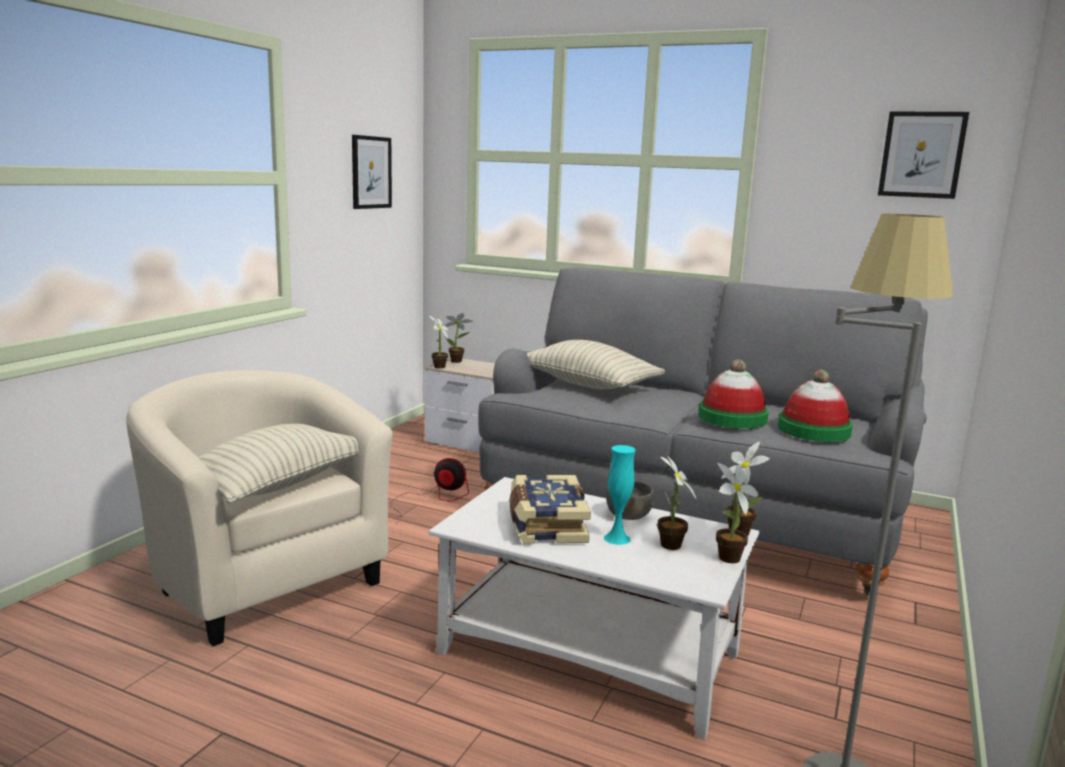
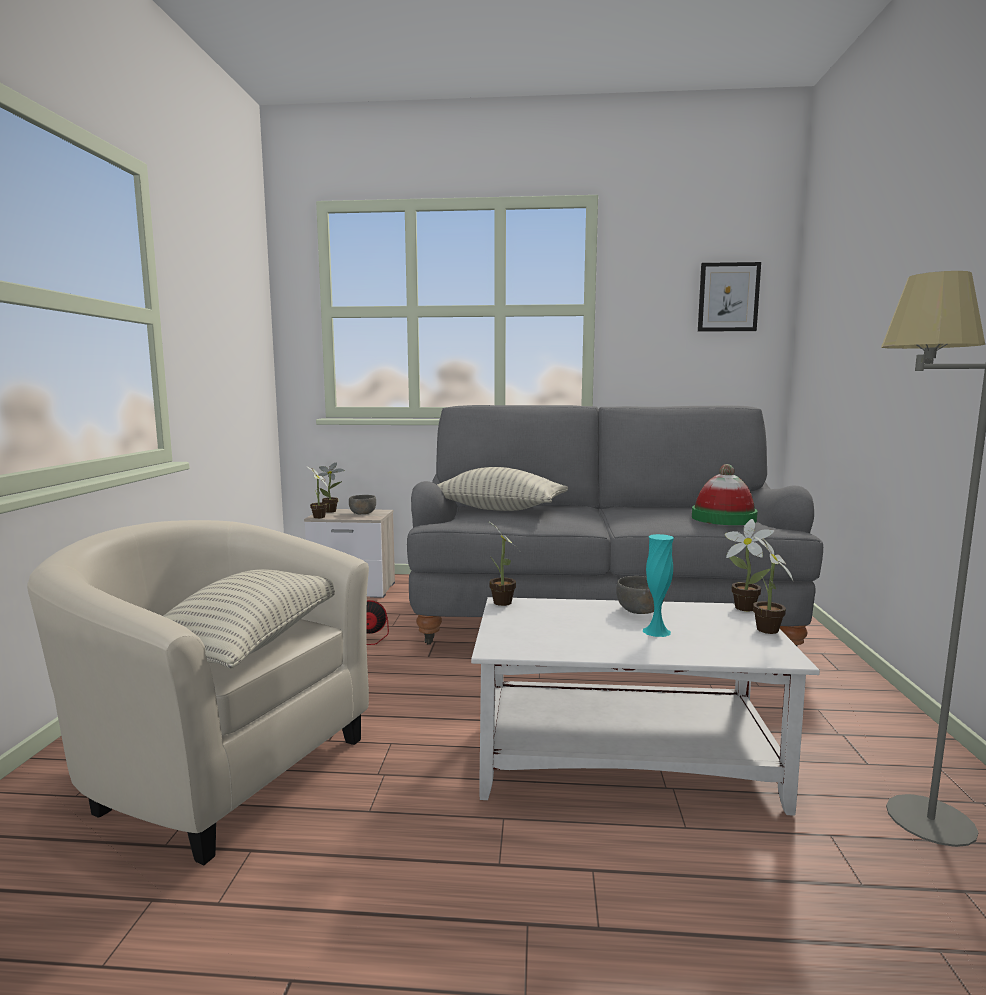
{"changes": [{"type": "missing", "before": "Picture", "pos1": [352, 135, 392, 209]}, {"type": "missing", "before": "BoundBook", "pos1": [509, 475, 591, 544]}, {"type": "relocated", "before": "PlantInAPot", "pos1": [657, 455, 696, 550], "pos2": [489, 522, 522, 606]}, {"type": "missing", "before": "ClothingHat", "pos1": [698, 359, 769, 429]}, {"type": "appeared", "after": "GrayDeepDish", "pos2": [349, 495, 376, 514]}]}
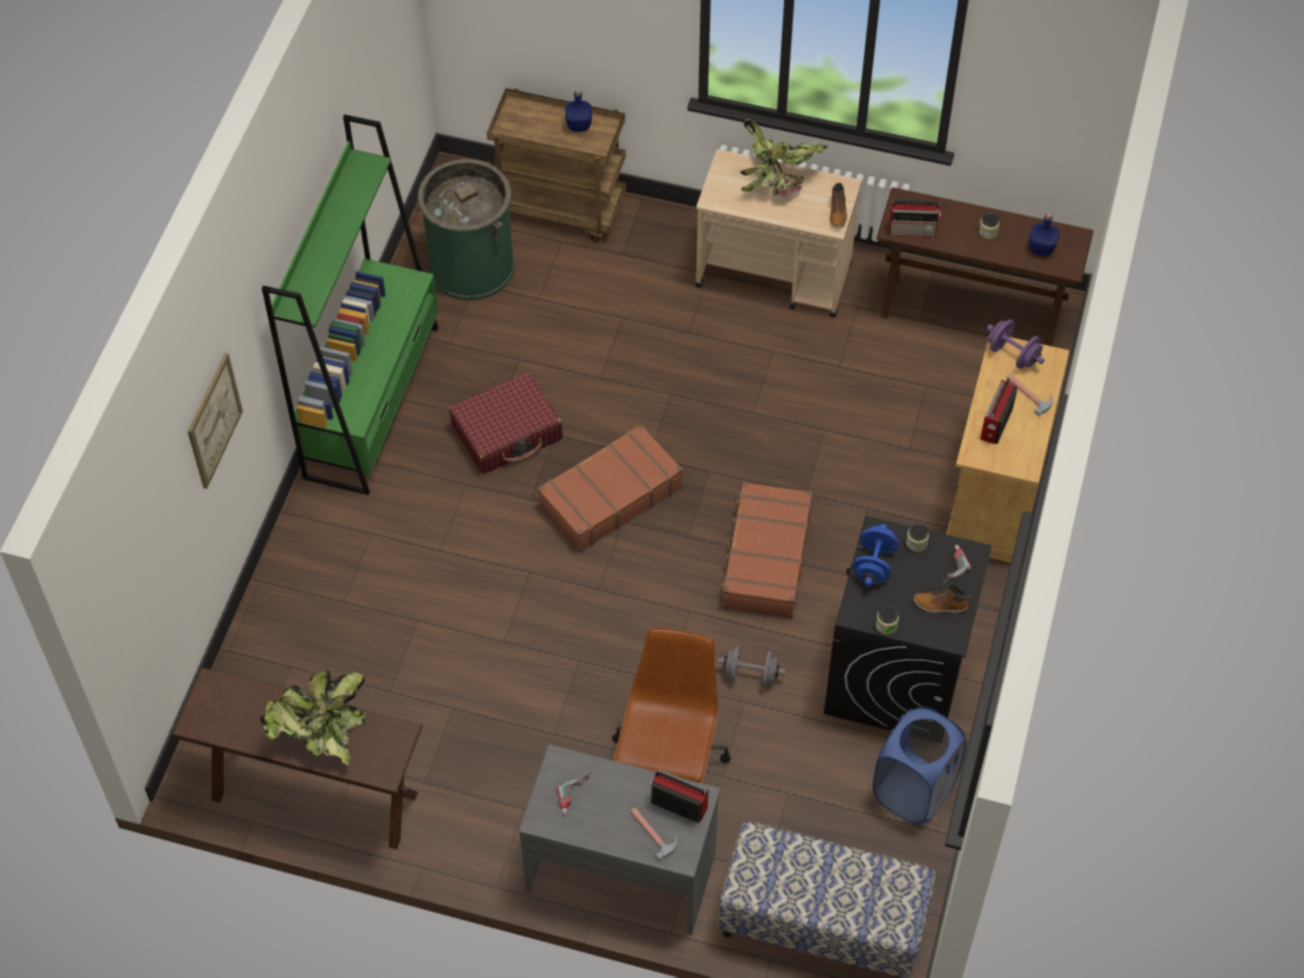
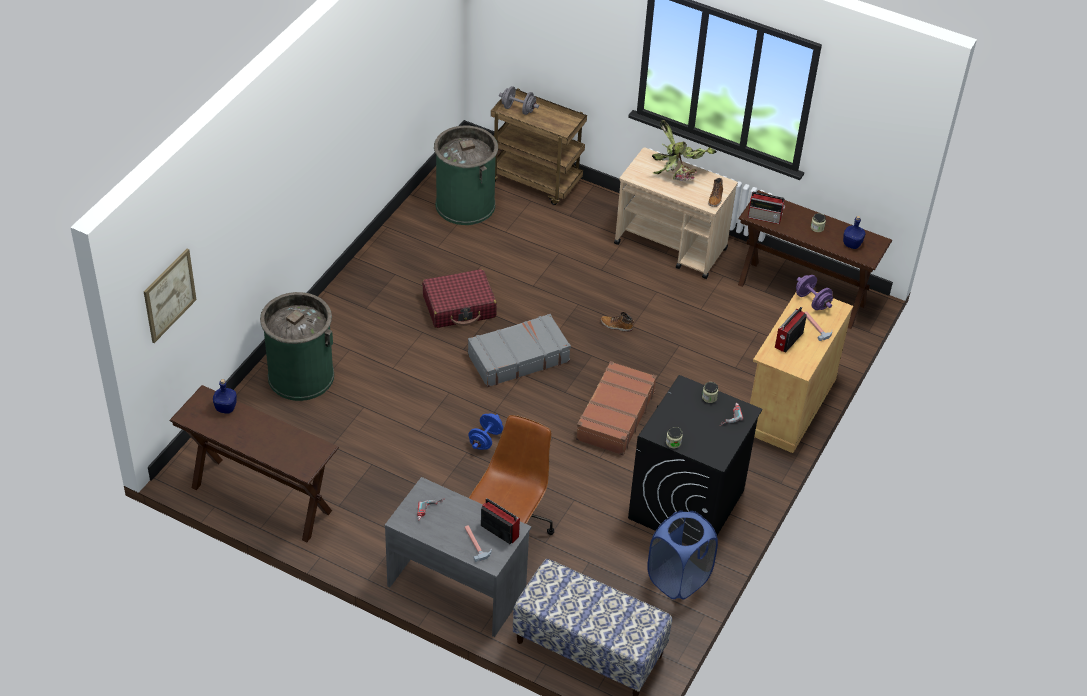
{"changes": [{"type": "relocated", "before": "Picture", "pos1": [187, 353, 243, 489], "pos2": [144, 248, 197, 343]}, {"type": "missing", "before": "PlantInAPot", "pos1": [260, 670, 367, 765]}, {"type": "missing", "before": "GreenColouredBookcase", "pos1": [262, 115, 438, 495]}, {"type": "colour", "before": "BrownishSuitcase", "after": "GraySuitcase", "pos1": [538, 424, 683, 552], "pos2": [468, 314, 571, 387]}, {"type": "relocated", "before": "BlueBeverageBottle", "pos1": [565, 89, 592, 132], "pos2": [213, 379, 237, 414]}, {"type": "relocated", "before": "GrayDumbbell", "pos1": [718, 645, 786, 688], "pos2": [499, 86, 539, 115]}, {"type": "relocated", "before": "BlueDumbbell", "pos1": [852, 524, 899, 586], "pos2": [469, 413, 503, 450]}, {"type": "relocated", "before": "TallBoot", "pos1": [914, 585, 971, 613], "pos2": [601, 312, 634, 332]}, {"type": "appeared", "after": "GreenColouredWasteBin", "pos2": [260, 292, 334, 401]}]}
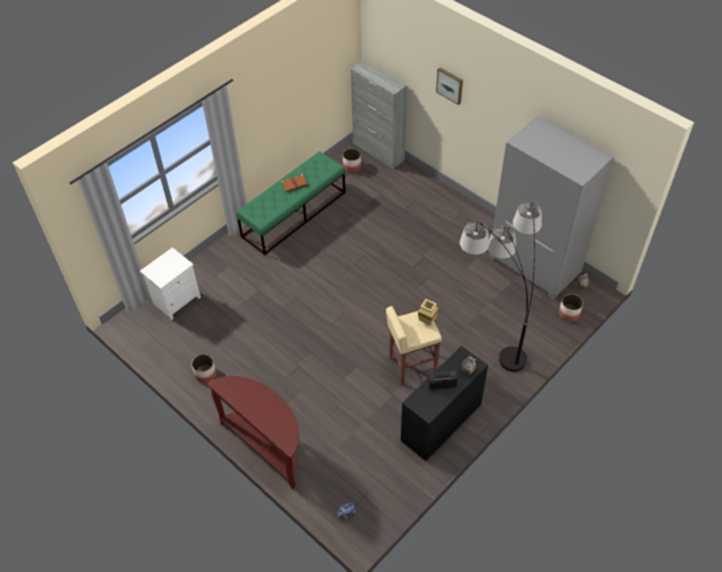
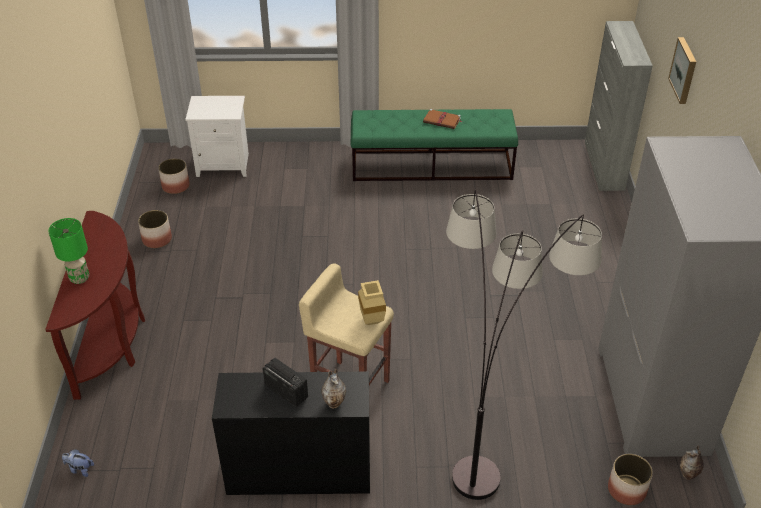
{"changes": [{"type": "relocated", "before": "Planter", "pos1": [343, 148, 361, 172], "pos2": [158, 158, 190, 194]}, {"type": "appeared", "after": "GreenColouredTabletopLamp", "pos2": [48, 218, 89, 284]}]}
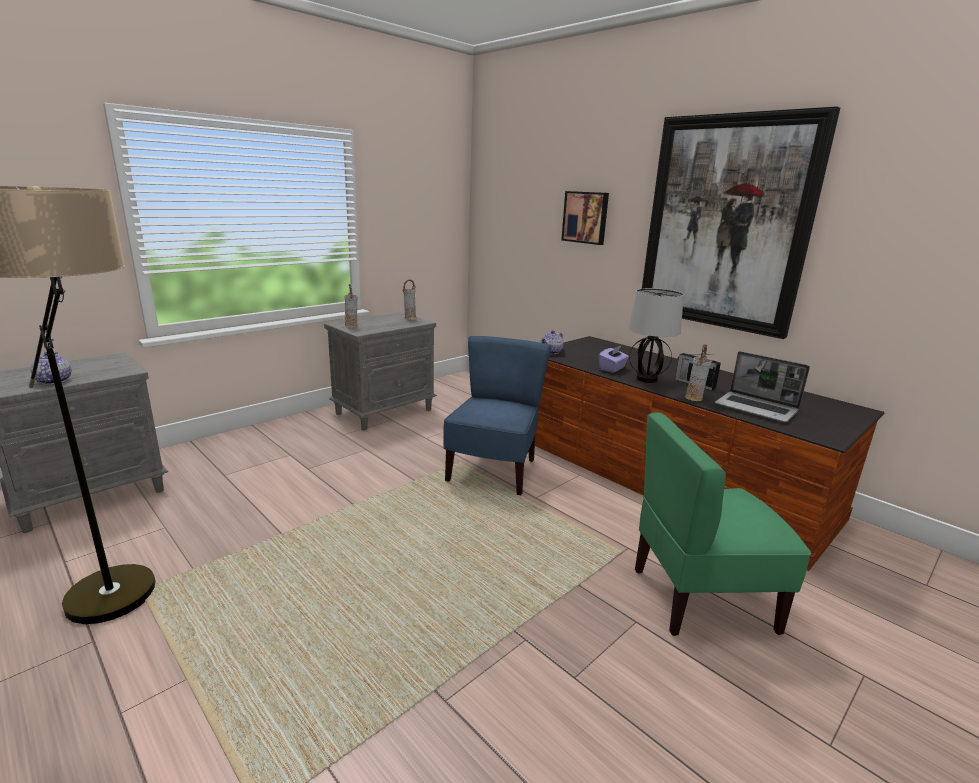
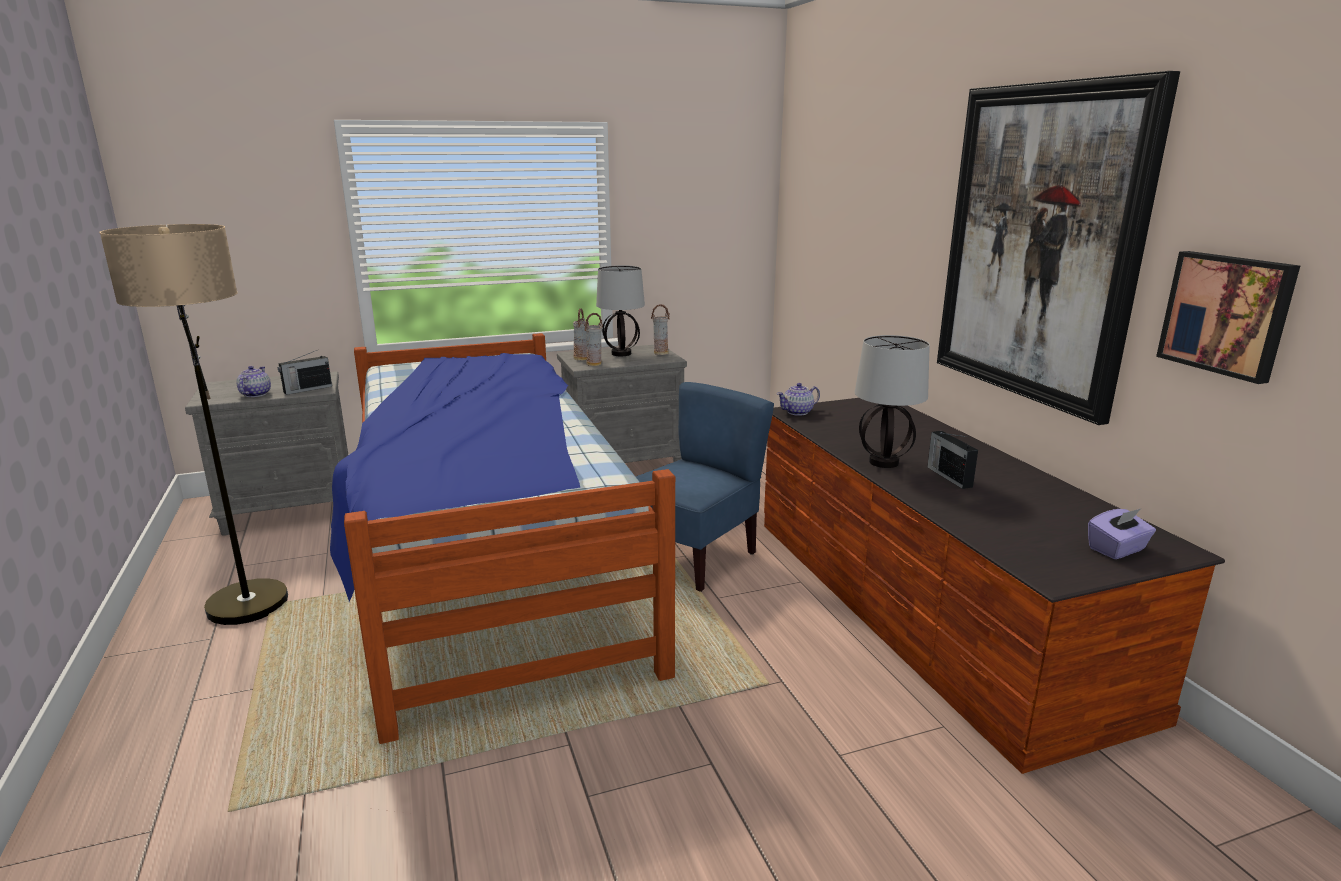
{"changes": [{"type": "relocated", "before": "Picture", "pos1": [561, 191, 609, 245], "pos2": [1156, 251, 1300, 384]}, {"type": "relocated", "before": "PurpleBoxOfTissues", "pos1": [599, 346, 629, 373], "pos2": [1088, 509, 1156, 559]}, {"type": "missing", "before": "GreenColouredUprightChair", "pos1": [635, 412, 811, 636]}, {"type": "relocated", "before": "FlowerVase", "pos1": [685, 344, 712, 401], "pos2": [584, 313, 603, 366]}, {"type": "missing", "before": "NotebookComputer", "pos1": [715, 351, 810, 422]}, {"type": "appeared", "after": "RadioSet", "pos2": [278, 349, 332, 395]}, {"type": "appeared", "after": "Bed", "pos2": [330, 333, 675, 744]}, {"type": "appeared", "after": "TabletopLamp", "pos2": [596, 265, 645, 356]}]}
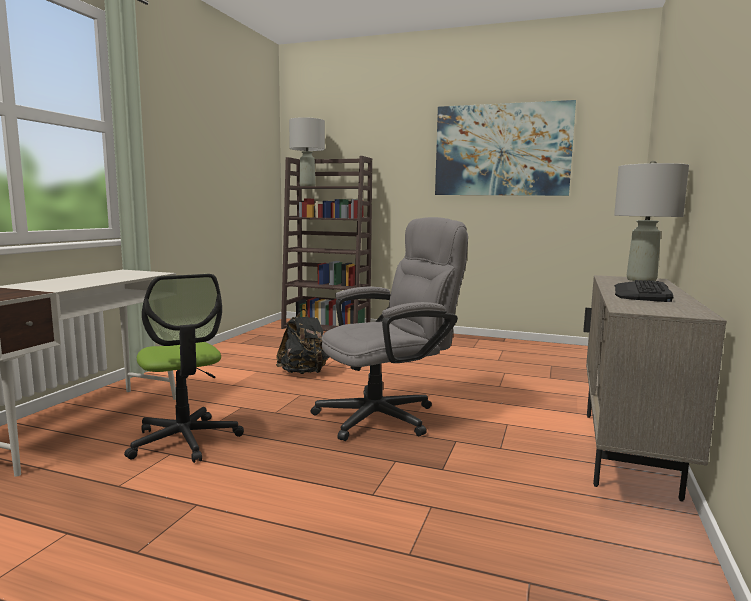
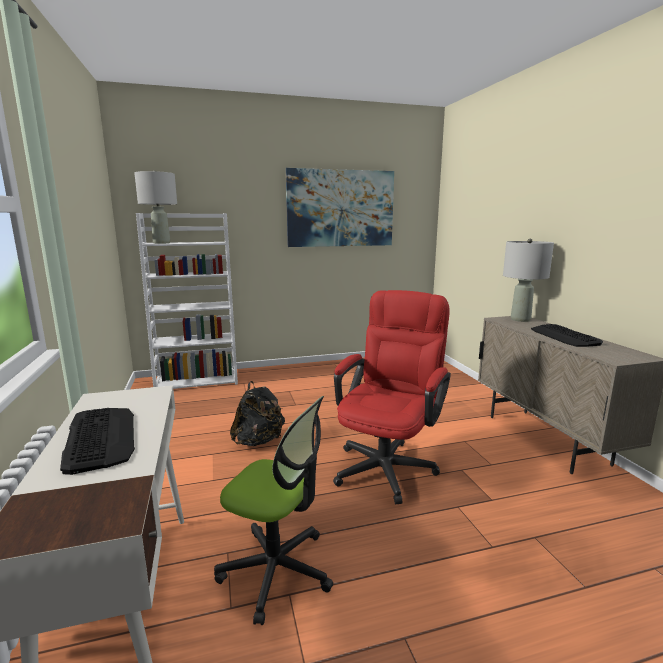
{"changes": [{"type": "colour", "before": "BrownishBookcase", "after": "WhitishBookcase", "pos1": [281, 156, 372, 331], "pos2": [136, 213, 238, 389]}, {"type": "colour", "before": "GrayOfficeChair", "after": "ReddishOfficeChair", "pos1": [311, 217, 468, 441], "pos2": [333, 290, 451, 504]}, {"type": "appeared", "after": "Keyboard", "pos2": [60, 408, 135, 475]}]}
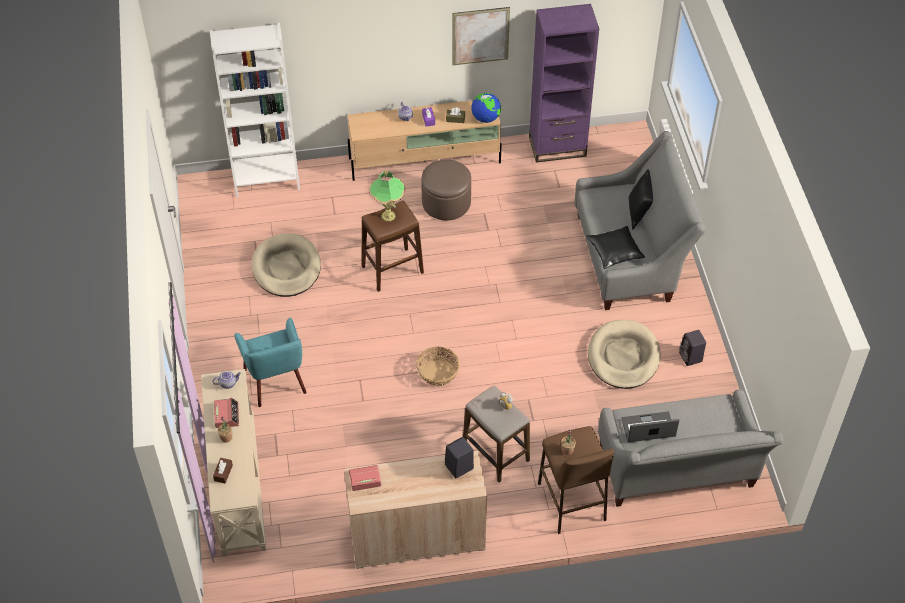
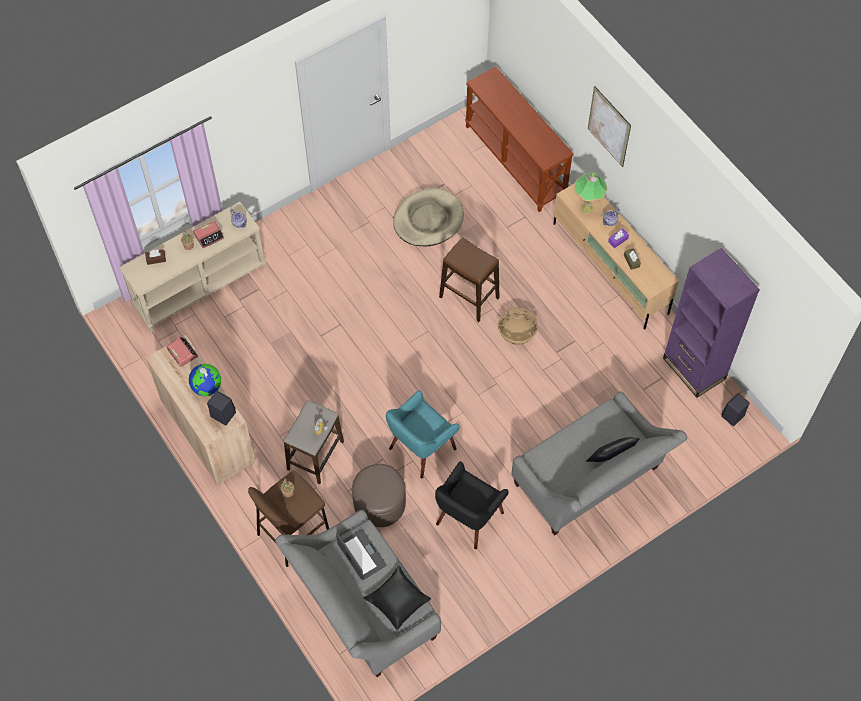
{"changes": [{"type": "exchanged", "before": "WhitishBookcase", "after": "BrownishConsoleTable", "pos1": [210, 23, 300, 197], "pos2": [465, 66, 574, 212]}, {"type": "relocated", "before": "TurquoiseArmchair", "pos1": [234, 318, 307, 407], "pos2": [386, 390, 460, 478]}, {"type": "relocated", "before": "TabletopLamp", "pos1": [369, 171, 405, 221], "pos2": [574, 172, 607, 214]}, {"type": "relocated", "before": "HouseholdBasket", "pos1": [416, 347, 460, 386], "pos2": [498, 308, 538, 345]}, {"type": "relocated", "before": "BrownishOttoman", "pos1": [421, 160, 471, 220], "pos2": [352, 464, 406, 527]}, {"type": "relocated", "before": "Picture", "pos1": [453, 7, 510, 65], "pos2": [588, 86, 631, 167]}, {"type": "relocated", "before": "DeskGlobe", "pos1": [471, 93, 501, 123], "pos2": [189, 364, 221, 396]}, {"type": "relocated", "before": "BlackishPillow", "pos1": [586, 226, 645, 269], "pos2": [364, 566, 431, 630]}, {"type": "exchanged", "before": "BeigeColouredDogCushion", "after": "BlackishArmchair", "pos1": [588, 320, 661, 389], "pos2": [435, 461, 509, 549]}, {"type": "relocated", "before": "BlackishLoudspeaker", "pos1": [679, 330, 706, 366], "pos2": [721, 393, 750, 426]}]}
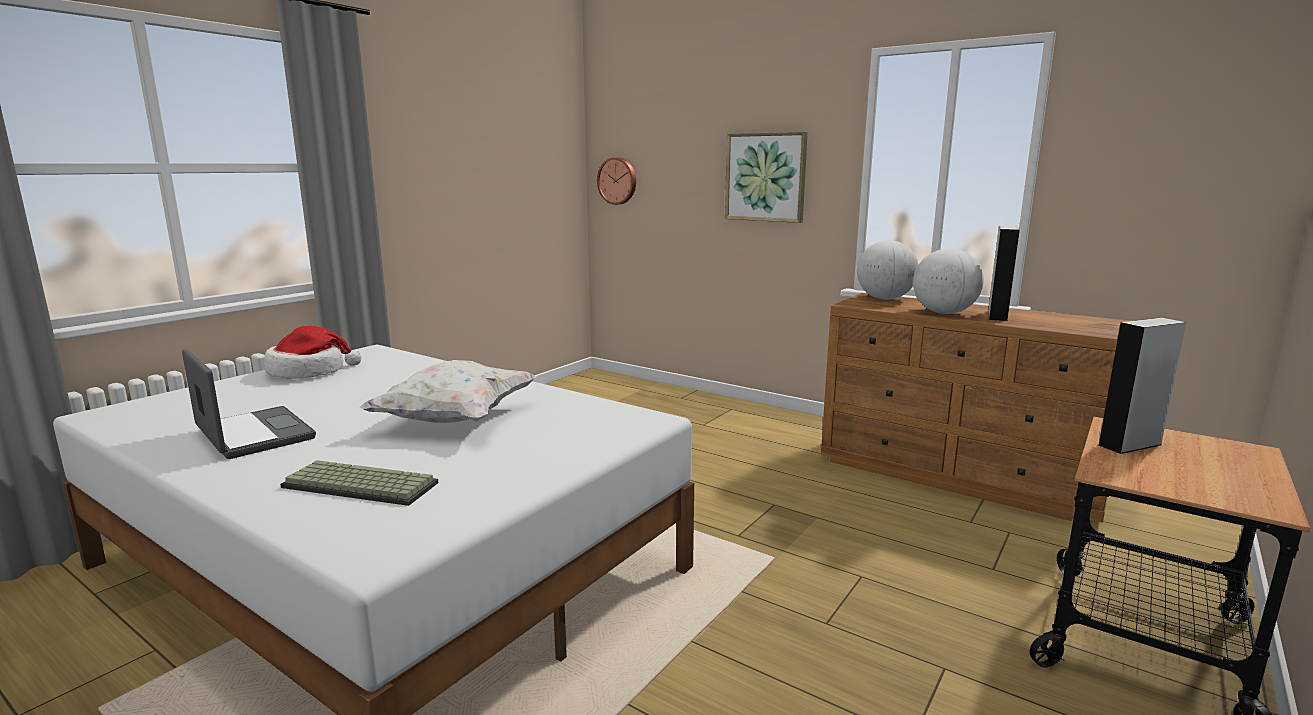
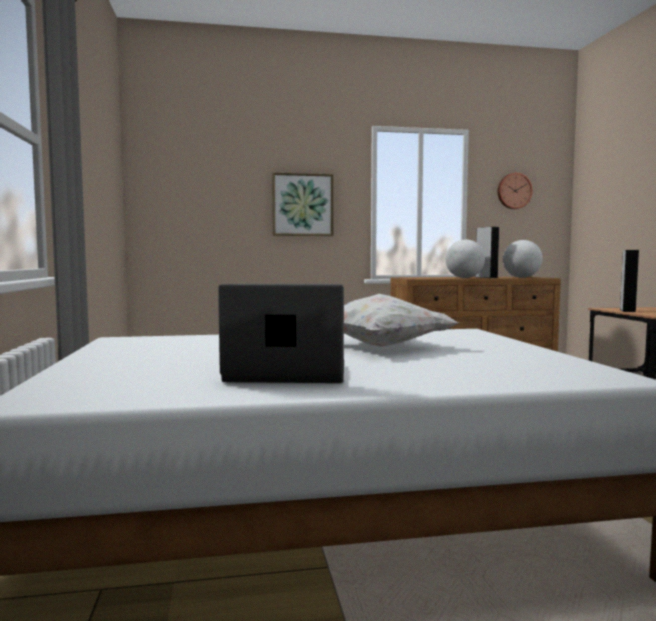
{"changes": [{"type": "missing", "before": "ClothingHat", "pos1": [264, 326, 361, 379]}, {"type": "missing", "before": "Keyboard", "pos1": [281, 460, 438, 506]}, {"type": "relocated", "before": "WallClock", "pos1": [597, 157, 636, 205], "pos2": [498, 173, 533, 209]}, {"type": "relocated", "before": "DeskGlobe", "pos1": [857, 240, 918, 300], "pos2": [503, 240, 543, 278]}]}
